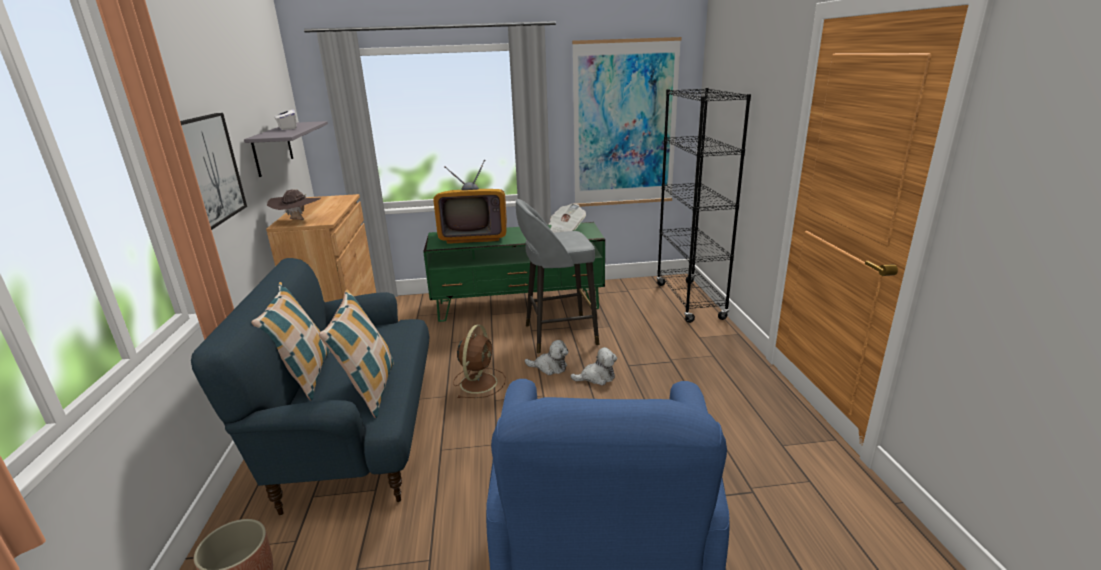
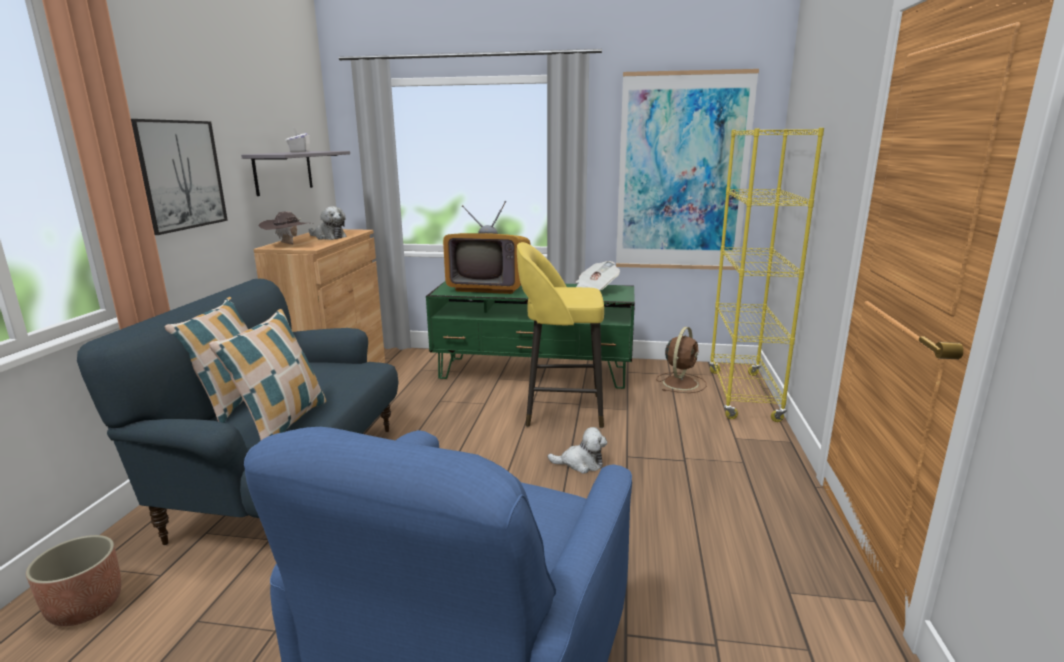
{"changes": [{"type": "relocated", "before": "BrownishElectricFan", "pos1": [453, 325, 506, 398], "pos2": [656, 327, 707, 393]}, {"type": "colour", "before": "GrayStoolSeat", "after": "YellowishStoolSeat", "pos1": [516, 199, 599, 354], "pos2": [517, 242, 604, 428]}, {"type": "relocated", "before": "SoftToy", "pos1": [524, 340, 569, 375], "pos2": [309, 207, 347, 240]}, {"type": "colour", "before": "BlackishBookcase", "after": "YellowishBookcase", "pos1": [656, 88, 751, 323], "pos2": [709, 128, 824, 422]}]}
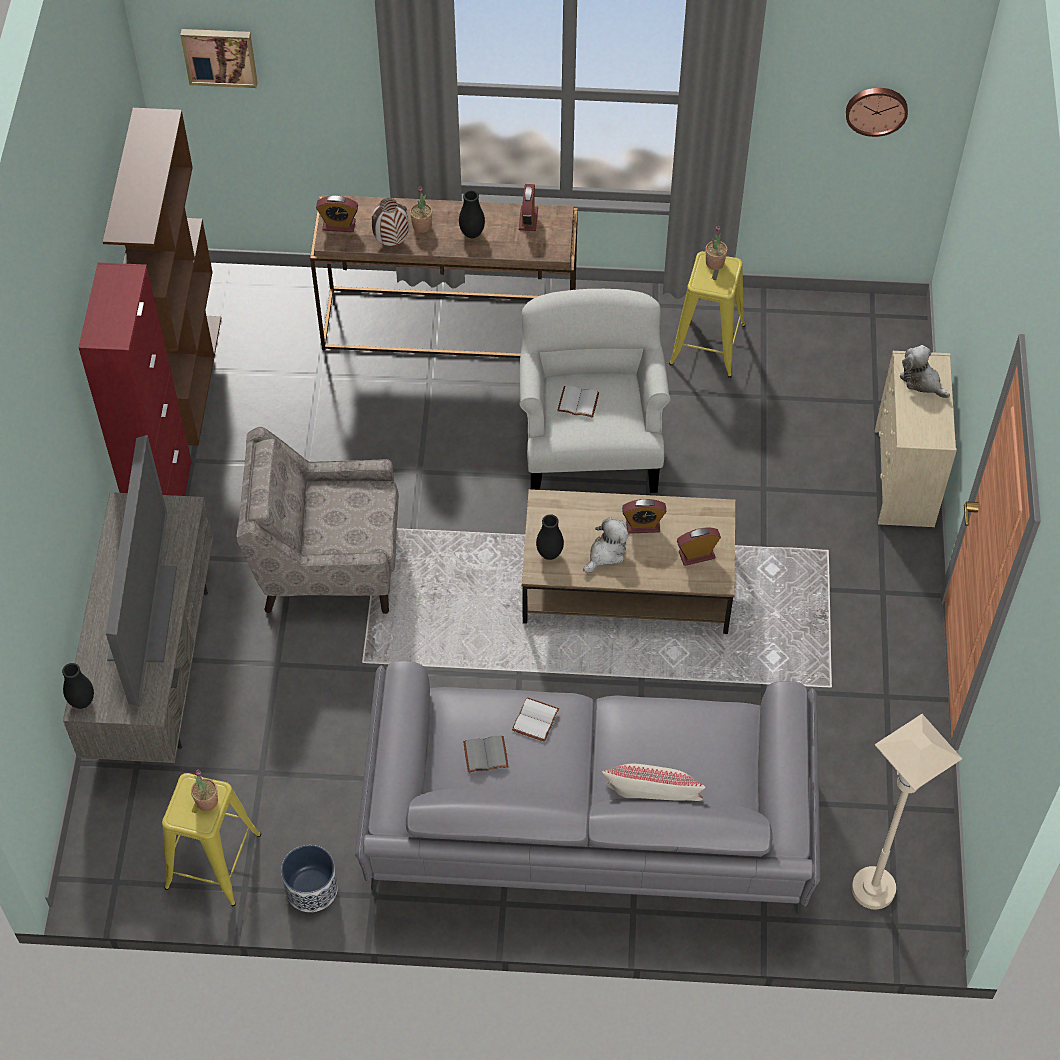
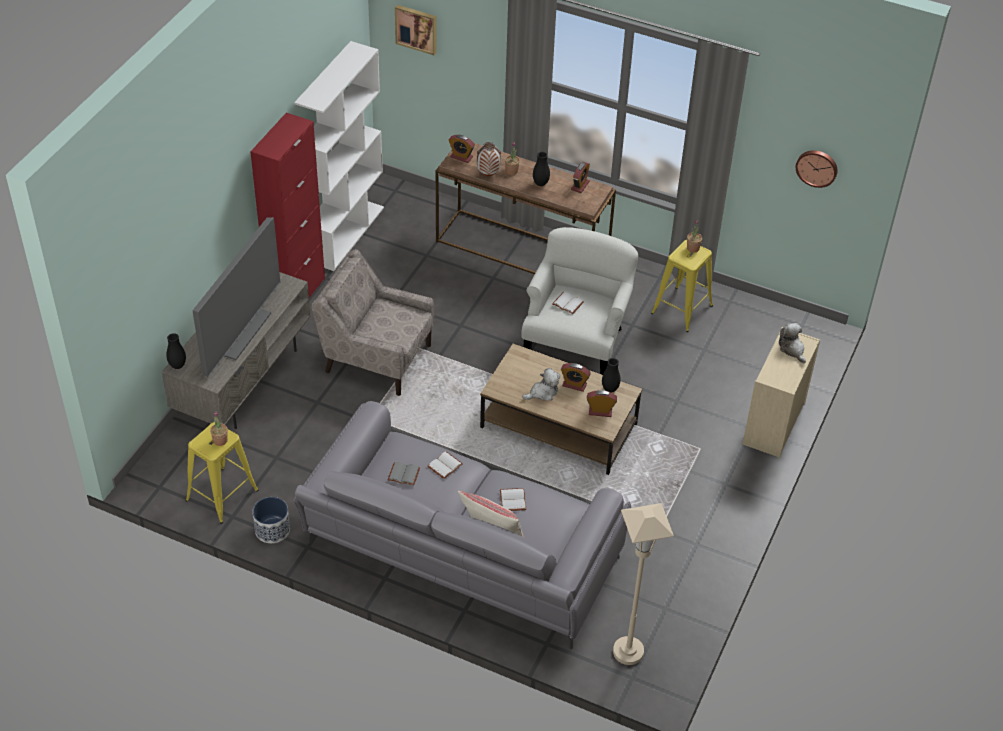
{"changes": [{"type": "colour", "before": "BrownishBookcase", "after": "WhitishBookcase", "pos1": [103, 108, 221, 446], "pos2": [294, 41, 384, 271]}, {"type": "relocated", "before": "BlackishFlowerVase", "pos1": [536, 514, 564, 560], "pos2": [602, 358, 621, 393]}, {"type": "appeared", "after": "WhitishBoundBook", "pos2": [500, 488, 527, 511]}]}
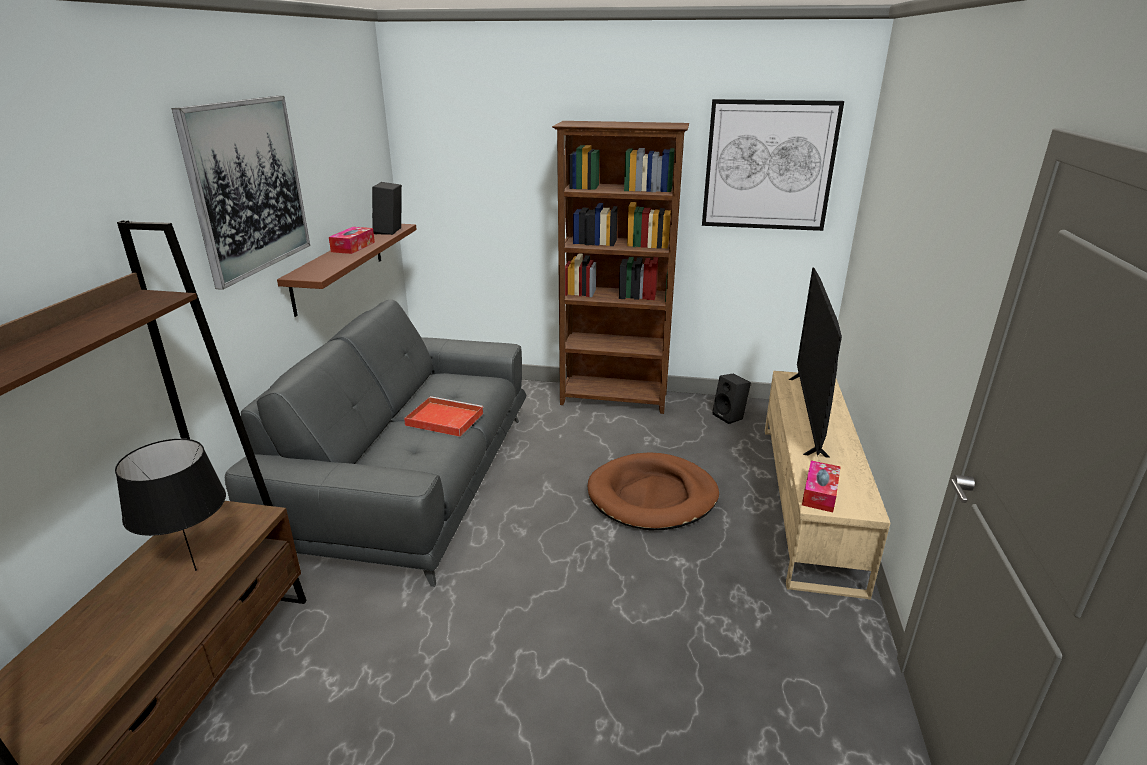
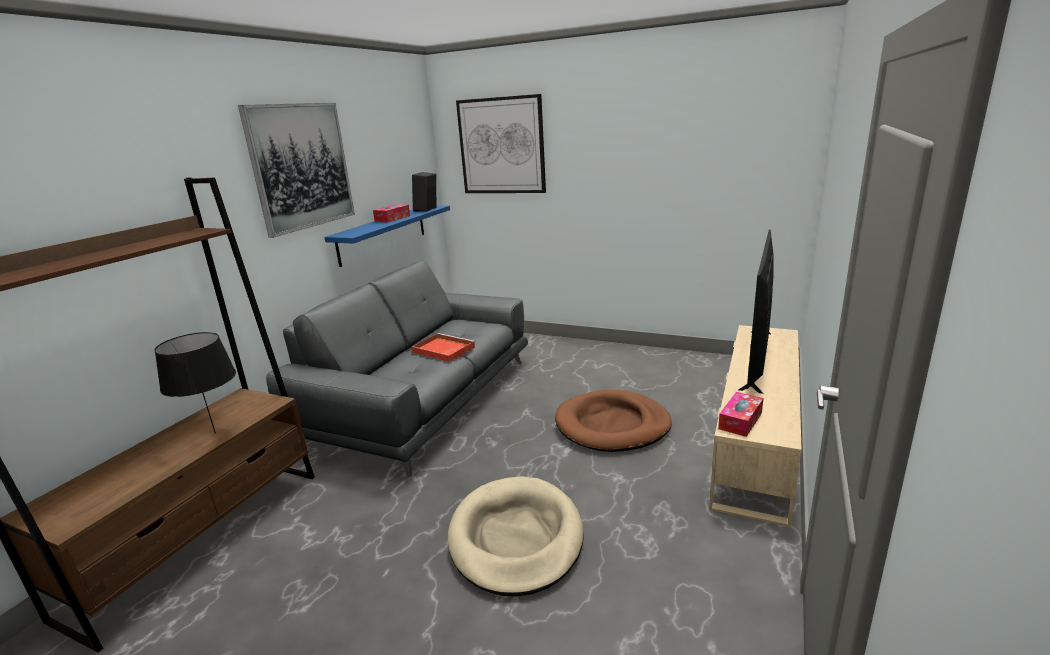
{"changes": [{"type": "colour", "before": "BrownishWallShelf", "after": "BlueWallShelf", "pos1": [277, 224, 417, 317], "pos2": [324, 205, 450, 267]}, {"type": "missing", "before": "BrownishBookcase", "pos1": [552, 121, 689, 414]}, {"type": "relocated", "before": "Picture", "pos1": [702, 99, 844, 231], "pos2": [456, 94, 546, 193]}, {"type": "missing", "before": "BlackishLoudspeaker", "pos1": [712, 373, 751, 424]}, {"type": "appeared", "after": "BeigeColouredDogCushion", "pos2": [448, 476, 583, 597]}]}
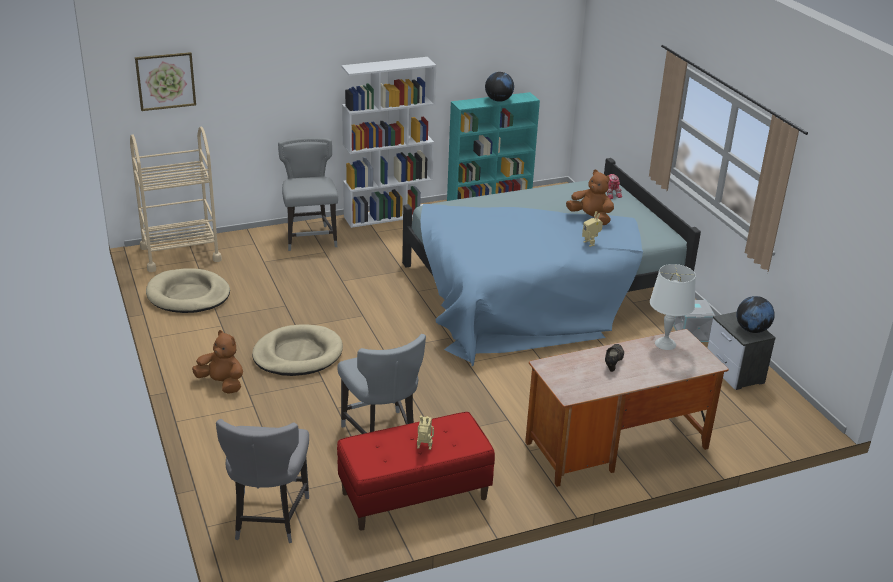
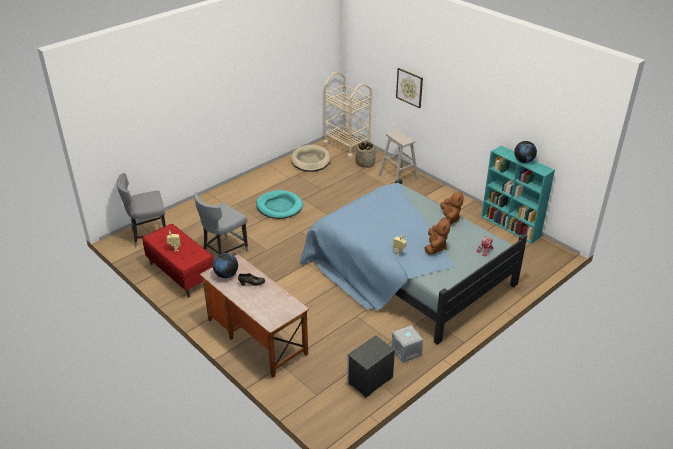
{"changes": [{"type": "relocated", "before": "Picture", "pos1": [135, 52, 196, 111], "pos2": [396, 68, 423, 108]}, {"type": "relocated", "before": "BrownishSoftToy", "pos1": [192, 330, 243, 394], "pos2": [440, 191, 464, 225]}, {"type": "colour", "before": "BeigeColouredDogCushion", "after": "TurquoiseDogCushion", "pos1": [252, 324, 343, 376], "pos2": [256, 190, 303, 219]}, {"type": "exchanged", "before": "GrayUprightChair", "after": "BeigeColouredStoolSeat", "pos1": [278, 137, 338, 251], "pos2": [378, 130, 419, 181]}, {"type": "missing", "before": "WhitishBookcase", "pos1": [341, 57, 436, 228]}, {"type": "missing", "before": "WhitishTabletopLamp", "pos1": [650, 264, 696, 350]}, {"type": "relocated", "before": "DeskGlobe", "pos1": [736, 296, 775, 333], "pos2": [213, 253, 238, 278]}, {"type": "appeared", "after": "HouseholdBasket", "pos2": [355, 141, 376, 168]}]}
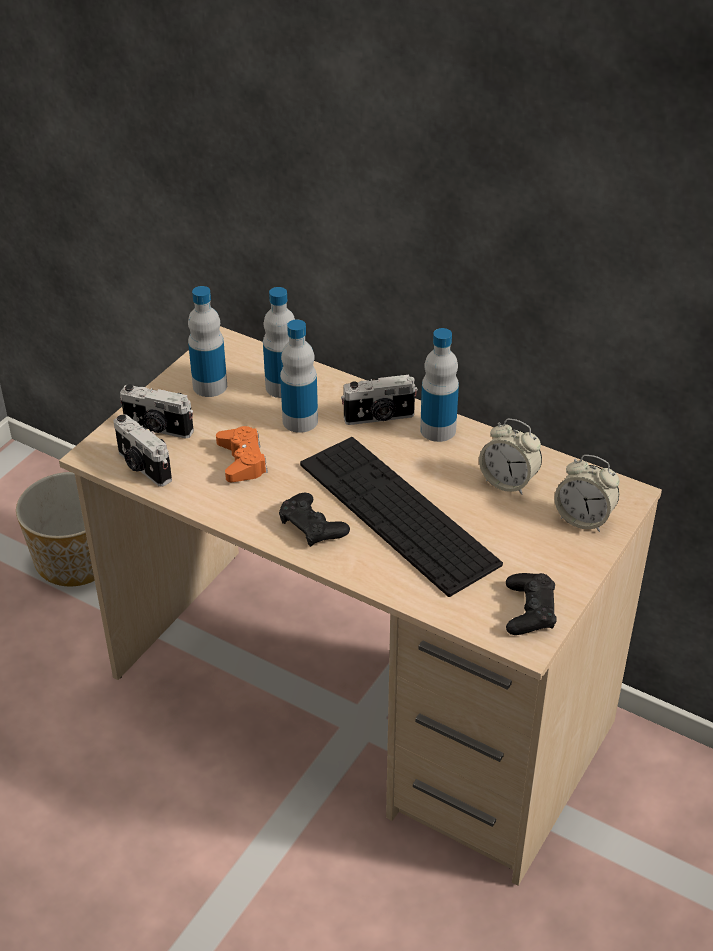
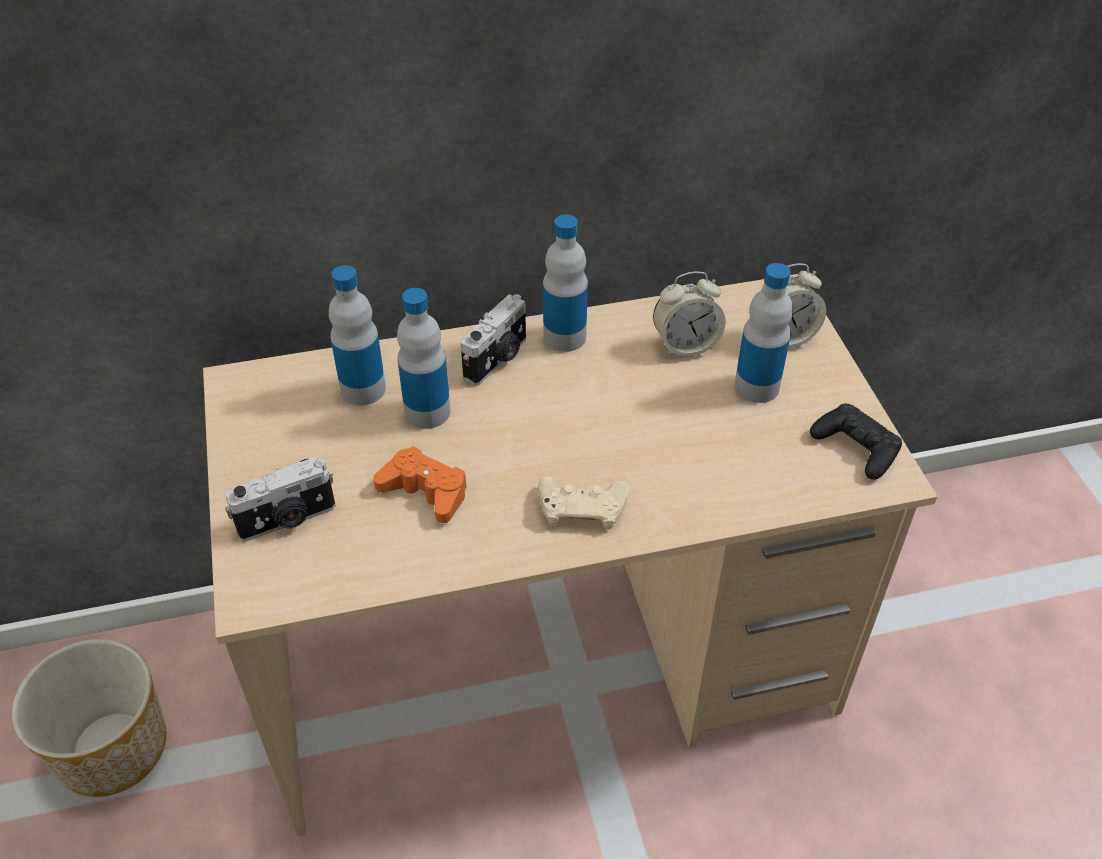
{"changes": [{"type": "missing", "before": "StillCamera", "pos1": [114, 414, 172, 487]}, {"type": "relocated", "before": "BeverageBottle", "pos1": [188, 286, 227, 397], "pos2": [735, 263, 793, 403]}, {"type": "colour", "before": "BlackishJoypad", "after": "BeigeColouredJoypad", "pos1": [279, 493, 350, 547], "pos2": [538, 476, 629, 529]}, {"type": "missing", "before": "Keyboard", "pos1": [300, 437, 503, 597]}]}
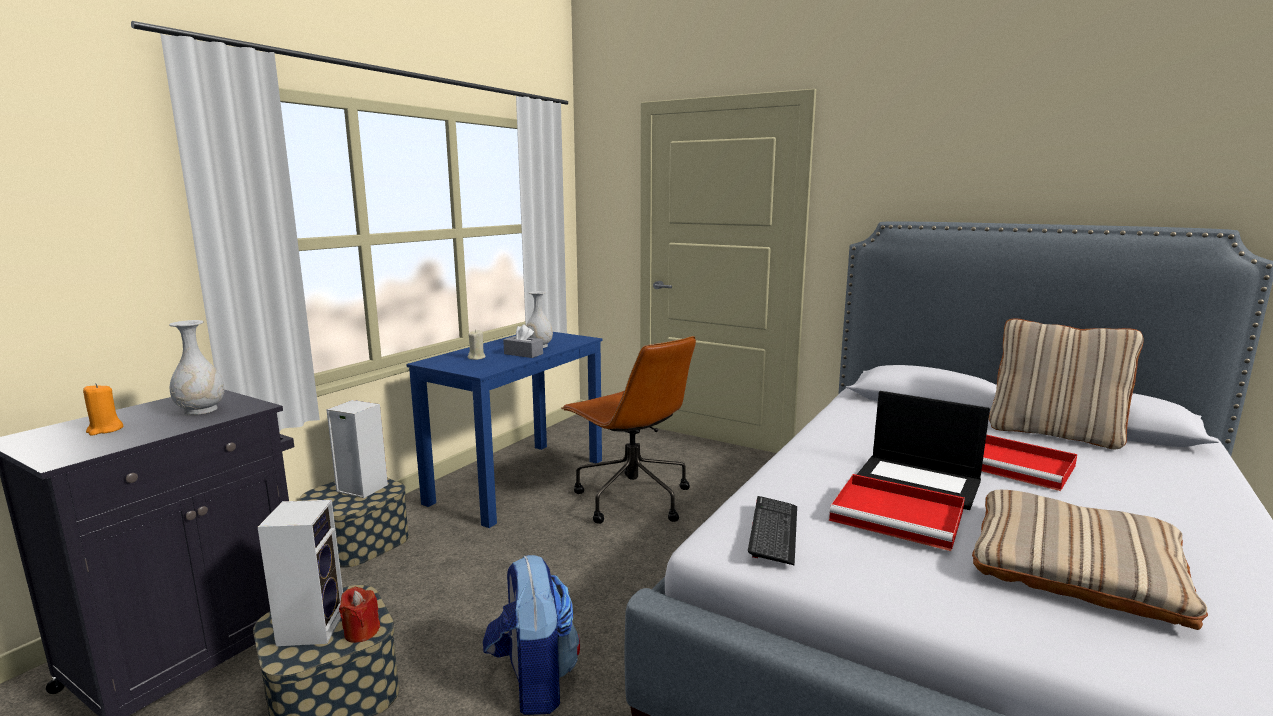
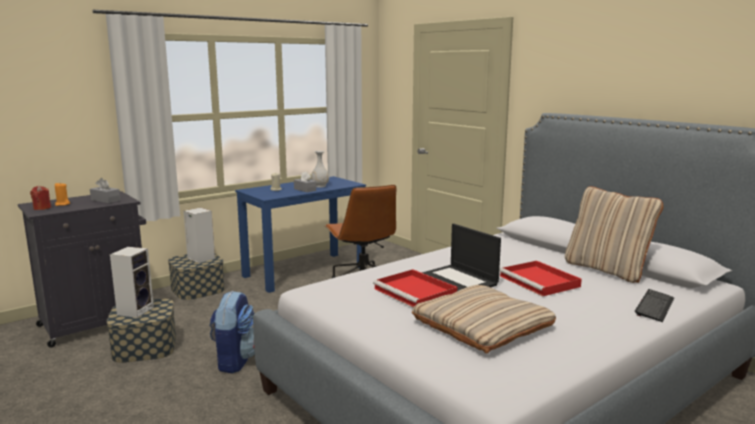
{"changes": [{"type": "exchanged", "before": "WhitishFlowerVase", "after": "GrayBoxOfTissues", "pos1": [169, 320, 225, 415], "pos2": [90, 178, 120, 203]}, {"type": "relocated", "before": "ReddishWaxLight", "pos1": [339, 587, 380, 643], "pos2": [30, 186, 51, 210]}, {"type": "relocated", "before": "Keyboard", "pos1": [748, 496, 797, 566], "pos2": [635, 289, 674, 322]}]}
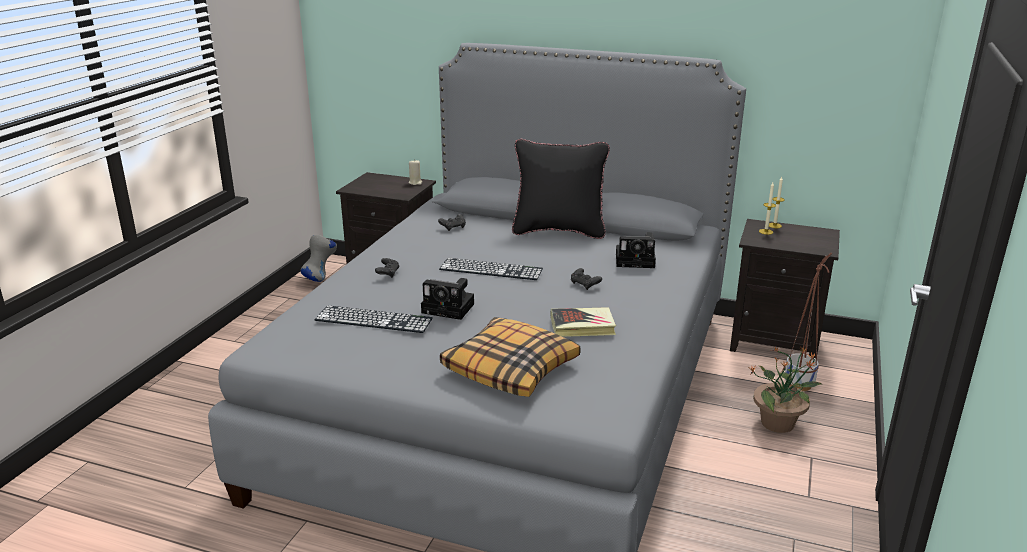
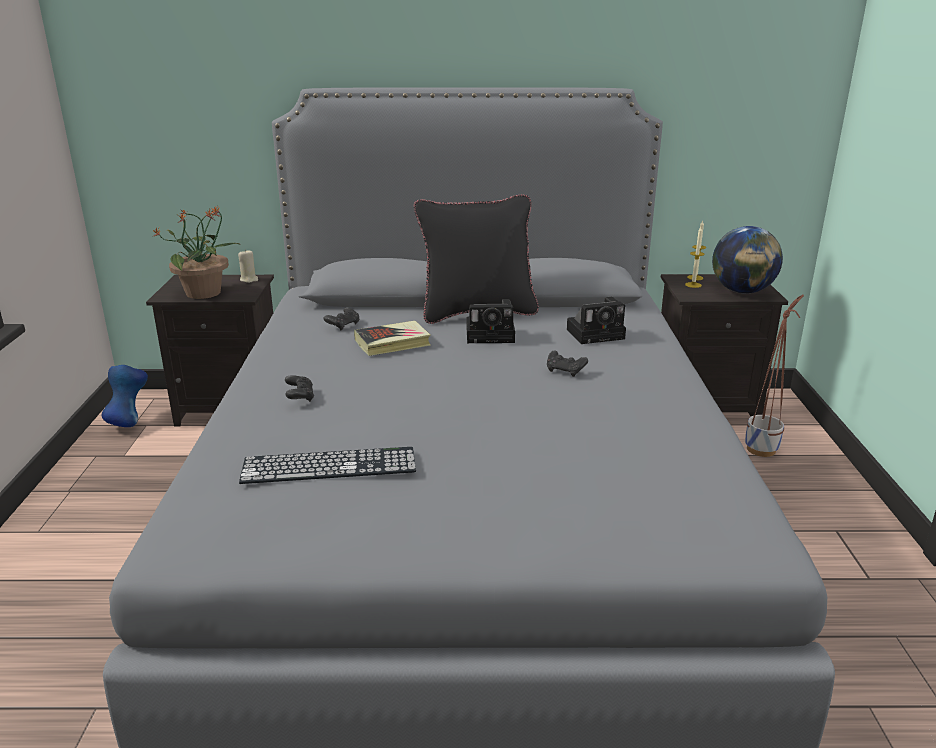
{"changes": [{"type": "colour", "before": "GrayFlowerVase", "after": "BlueFlowerVase", "pos1": [300, 235, 337, 282], "pos2": [102, 365, 148, 427]}, {"type": "relocated", "before": "StillCamera", "pos1": [421, 278, 474, 320], "pos2": [467, 299, 515, 343]}, {"type": "missing", "before": "Keyboard", "pos1": [439, 258, 543, 280]}, {"type": "missing", "before": "Pillow", "pos1": [440, 317, 580, 397]}, {"type": "relocated", "before": "BoundBook", "pos1": [550, 307, 616, 337], "pos2": [354, 321, 431, 356]}, {"type": "relocated", "before": "PlantInAPot", "pos1": [750, 347, 823, 433], "pos2": [152, 205, 241, 299]}, {"type": "appeared", "after": "DeskGlobe", "pos2": [712, 226, 783, 293]}]}
